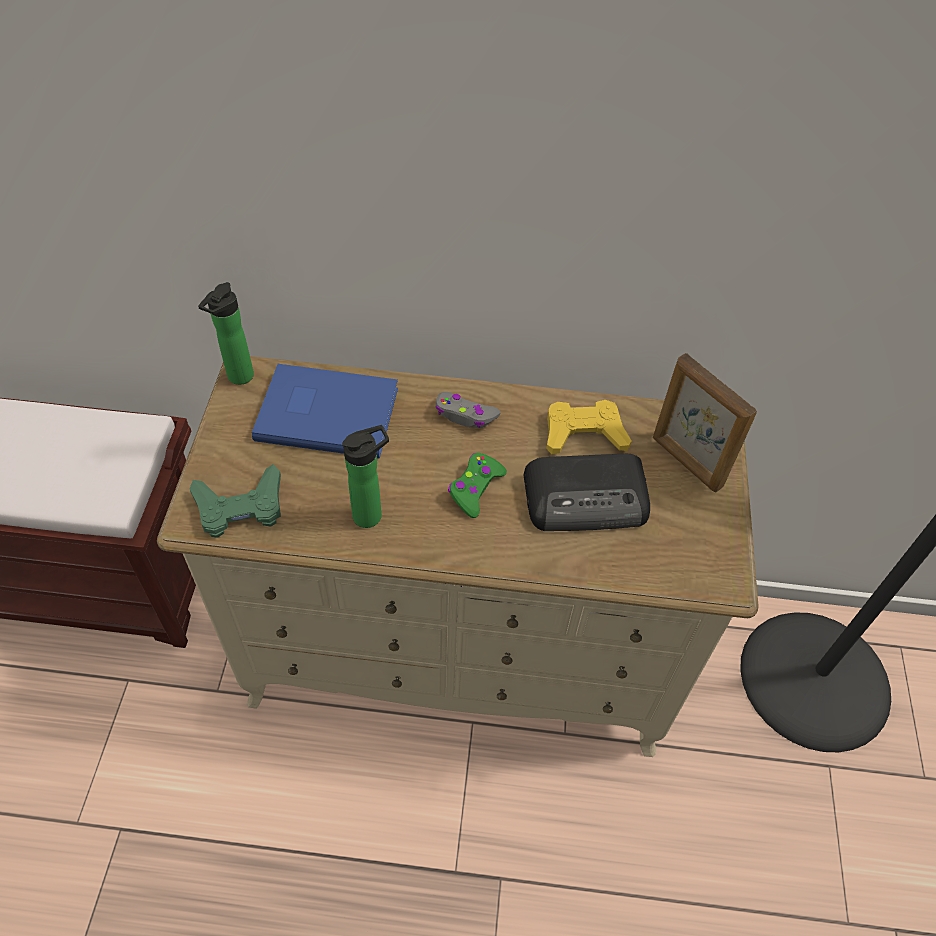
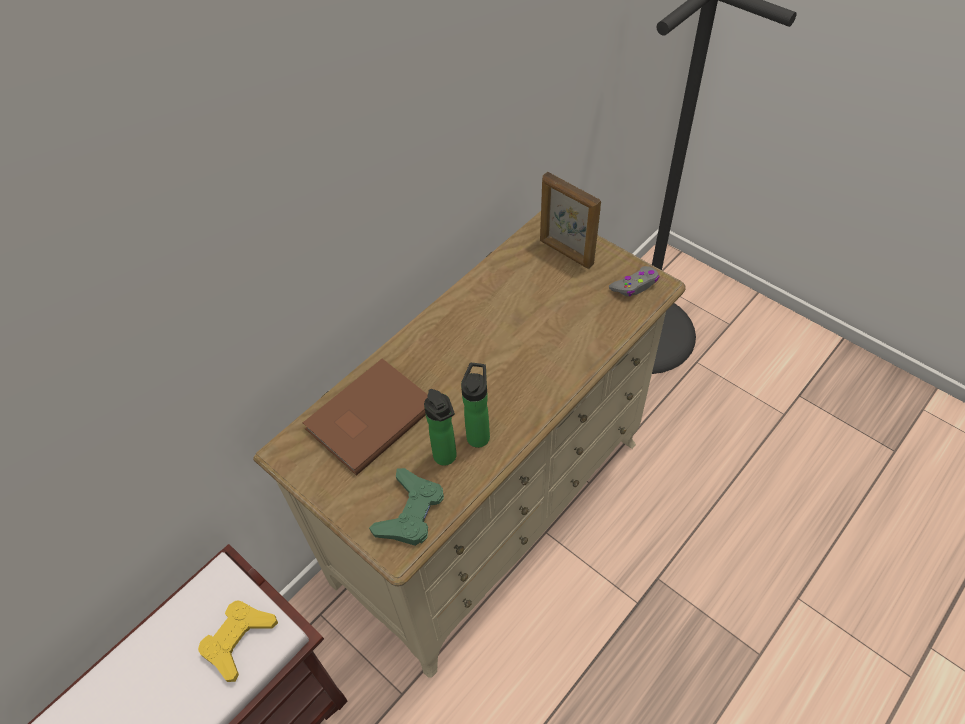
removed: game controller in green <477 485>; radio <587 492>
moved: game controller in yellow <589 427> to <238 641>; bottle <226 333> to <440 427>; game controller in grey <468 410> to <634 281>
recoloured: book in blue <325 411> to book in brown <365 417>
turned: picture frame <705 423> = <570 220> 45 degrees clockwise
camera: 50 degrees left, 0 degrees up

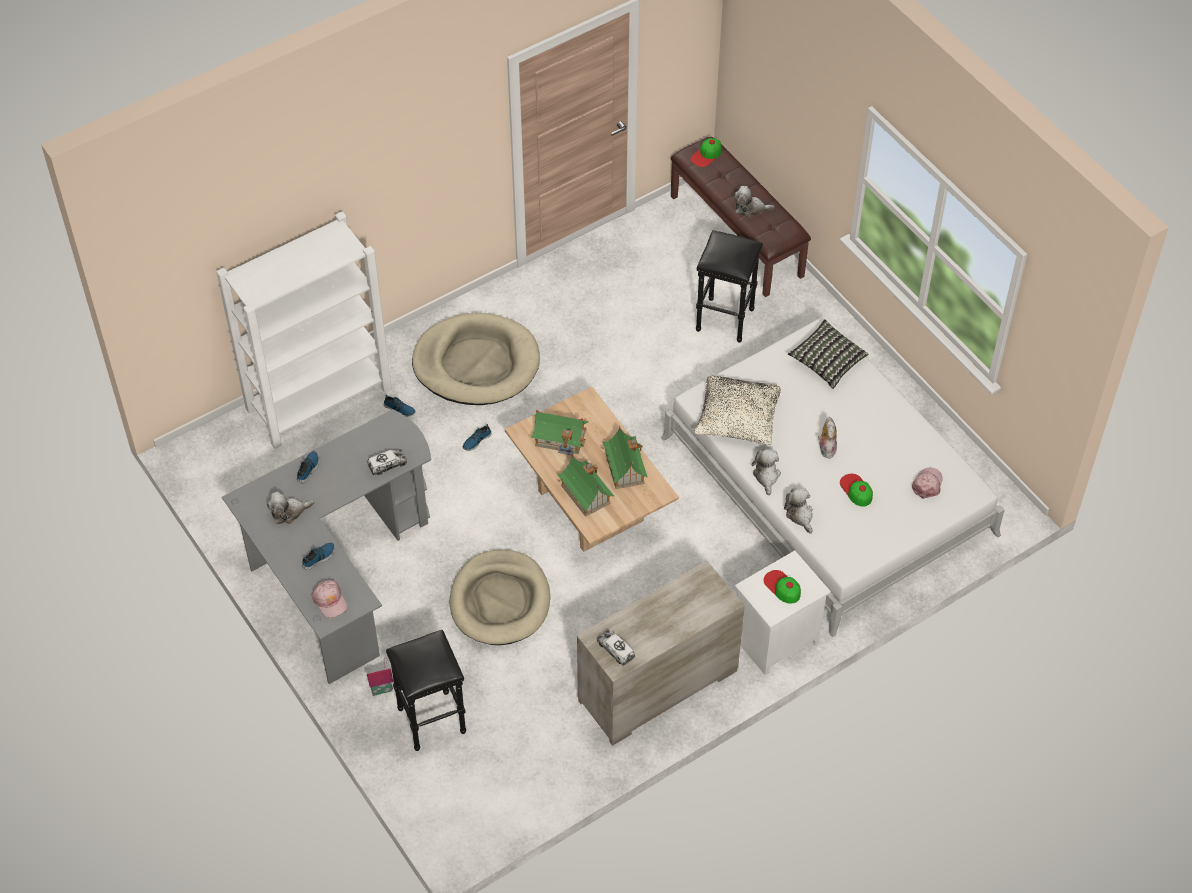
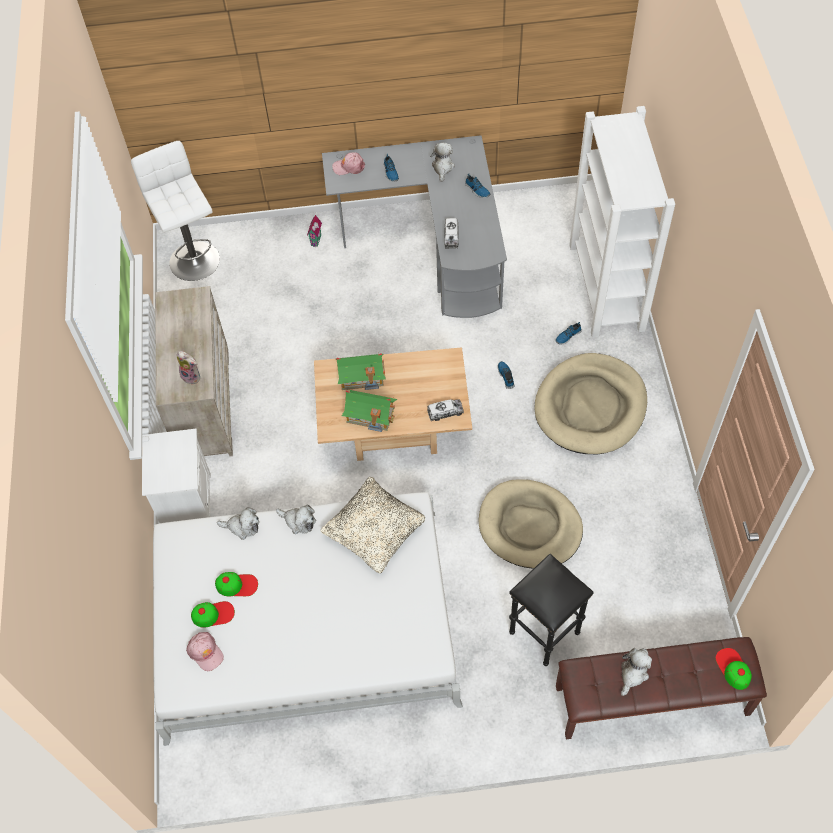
removed: stool in black <426 690>; toy house <560 432>; pillow <828 354>
added: stool in white <175 211>
moved: plush toy <827 437> to <188 368>; cap <782 587> to <213 614>; toy truck <616 648> to <445 410>; dog bed in beige <500 597> to <531 524>
camera: 120 degrees right, 5 degrees up

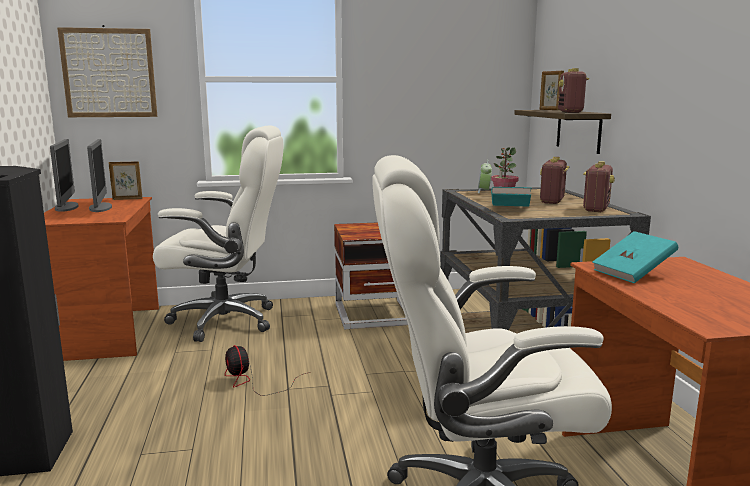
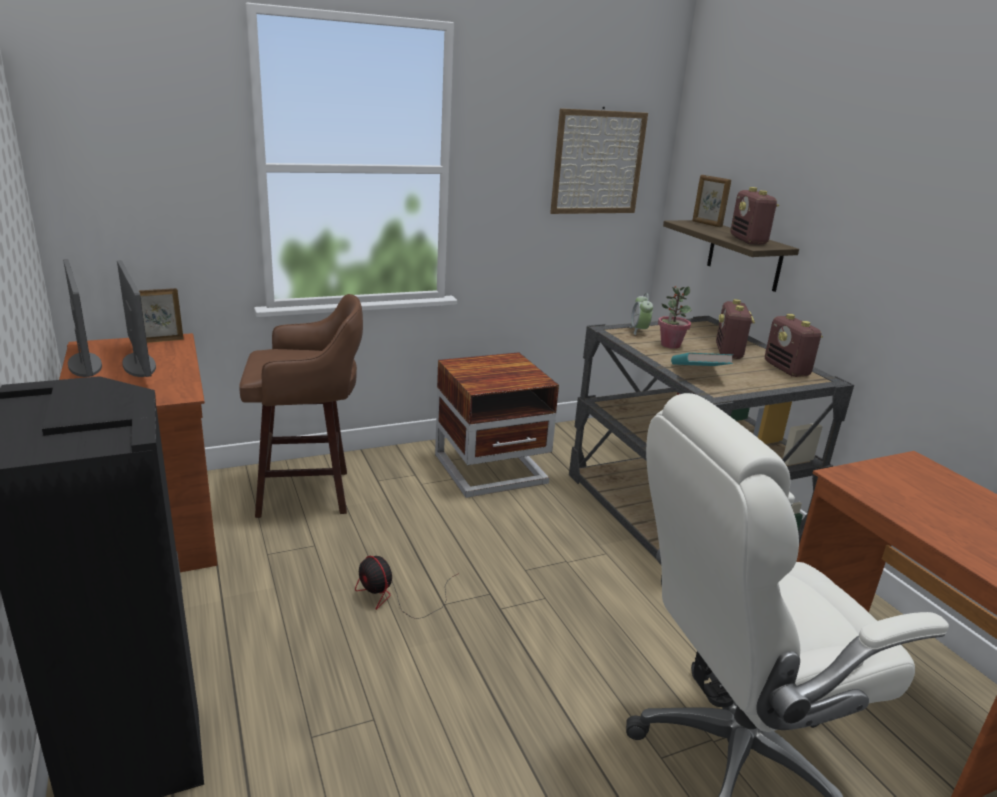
removed: book in turquoise <635 257>
moved: picture <107 71> to <599 160>
replaced: office chair in white <218 233> to stool in brown <301 406>
turned: radio <599 186> = <794 345> 150 degrees clockwise
camera: 15 degrees left, 10 degrees up

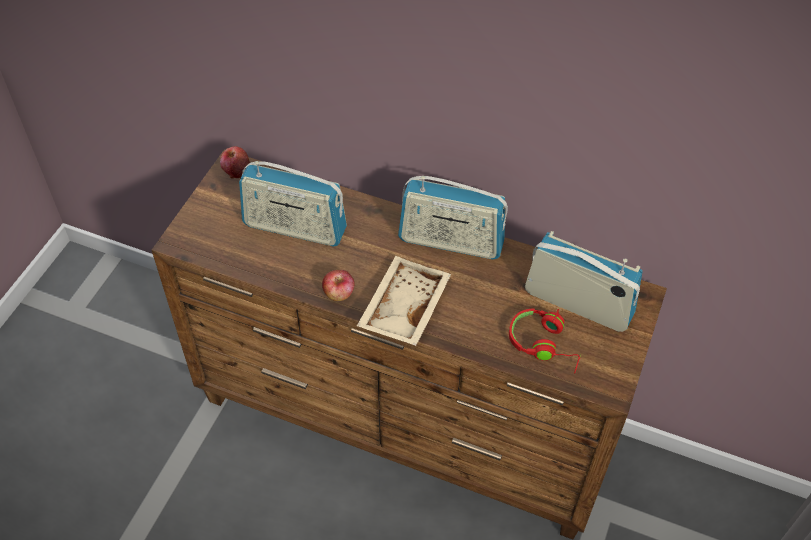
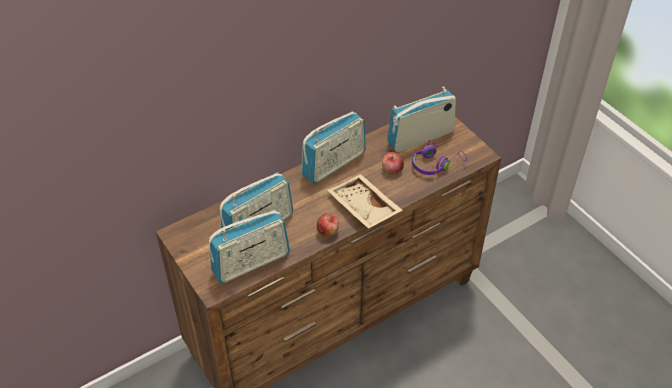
added: radio <249 247>
moved: apple <235 162> to <393 163>
recoloured: headphones in red <545 341> to headphones in purple <439 157>
camera: 55 degrees left, 5 degrees down

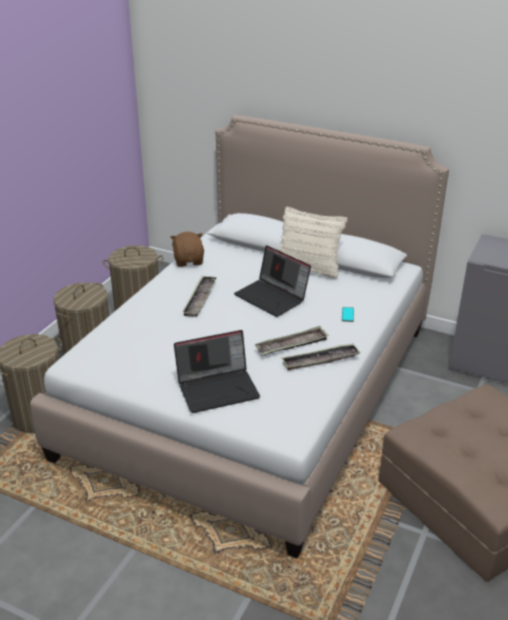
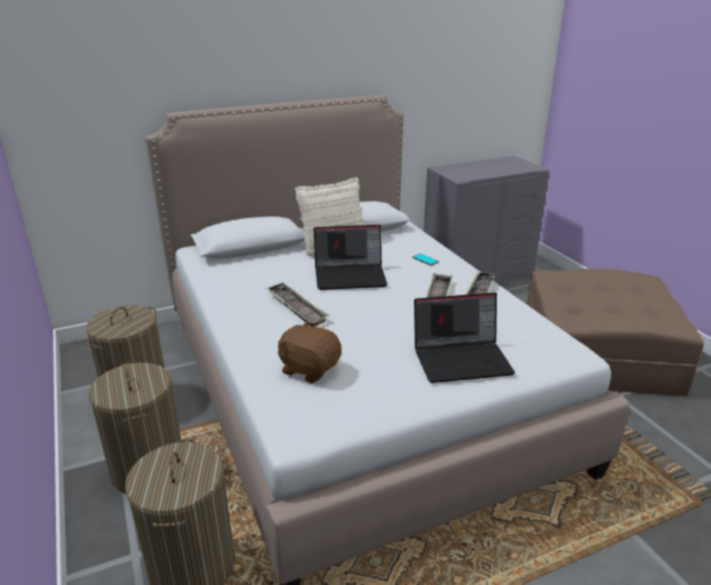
moved: plush toy in brown <187 249> to <309 352>
turned: laptop <217 371> = <464 338> 60 degrees clockwise
camera: 50 degrees left, 5 degrees down

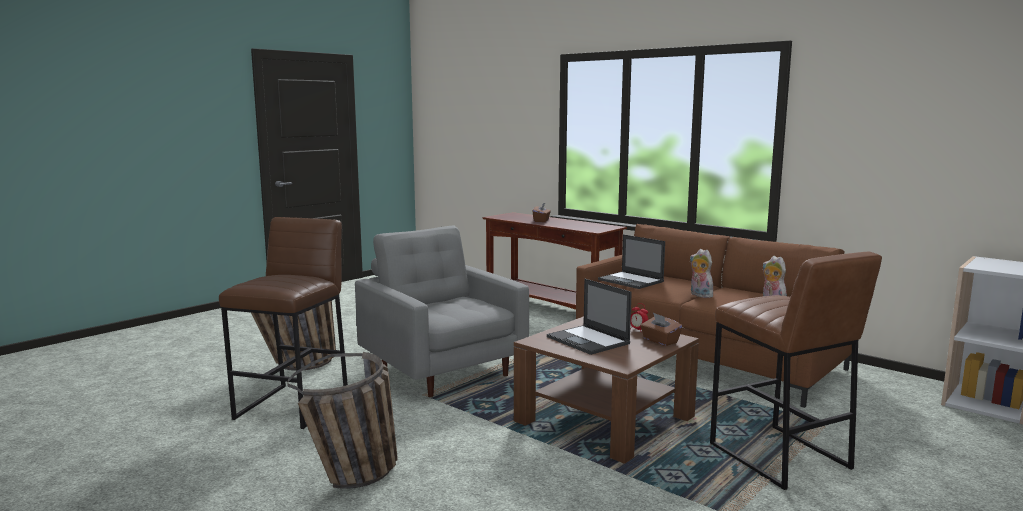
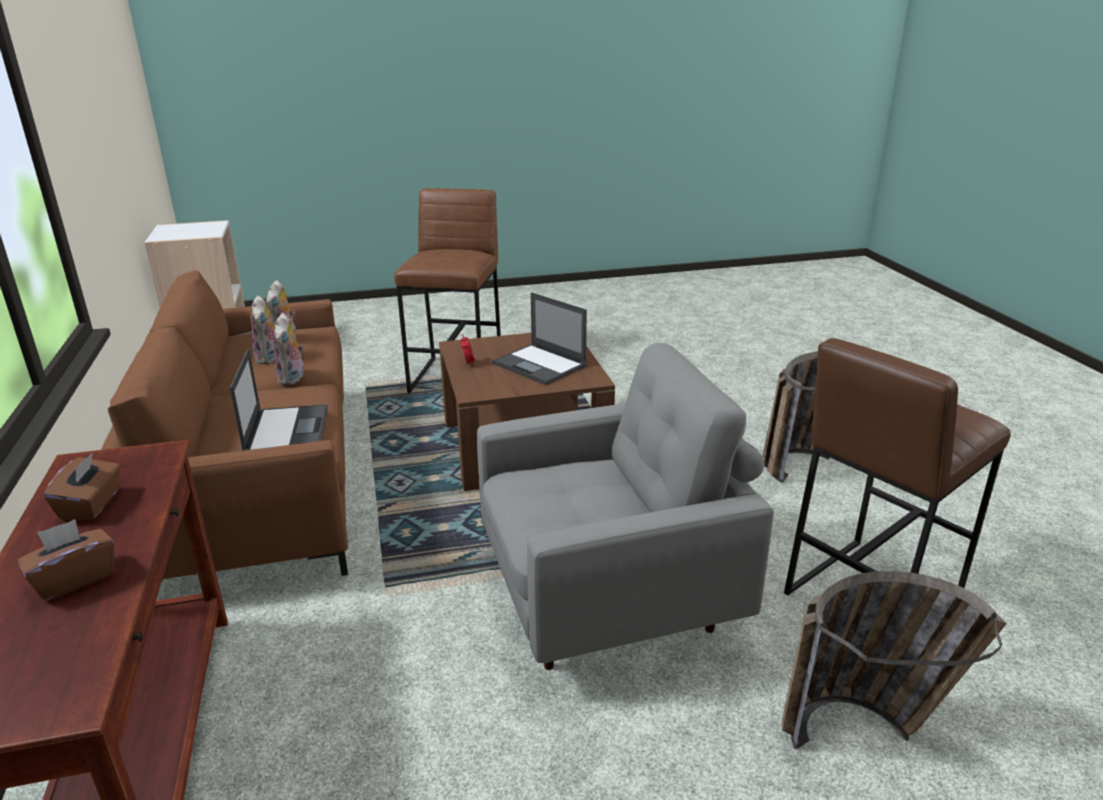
added: plush toy <263 329>
moved: tissue box in brown <661 329> to <82 486>
turned: armchair in grey <442 311> = <625 506> 105 degrees counterclockwise; laptop <589 317> = <539 338> 135 degrees clockwise
camera: 145 degrees left, 15 degrees up

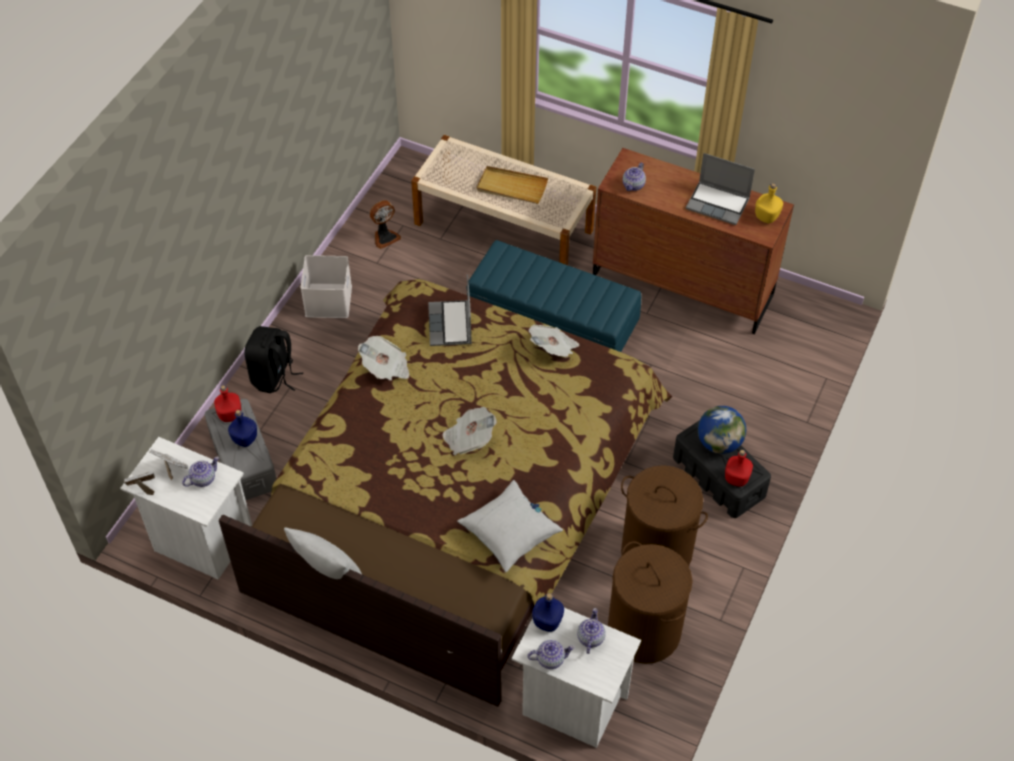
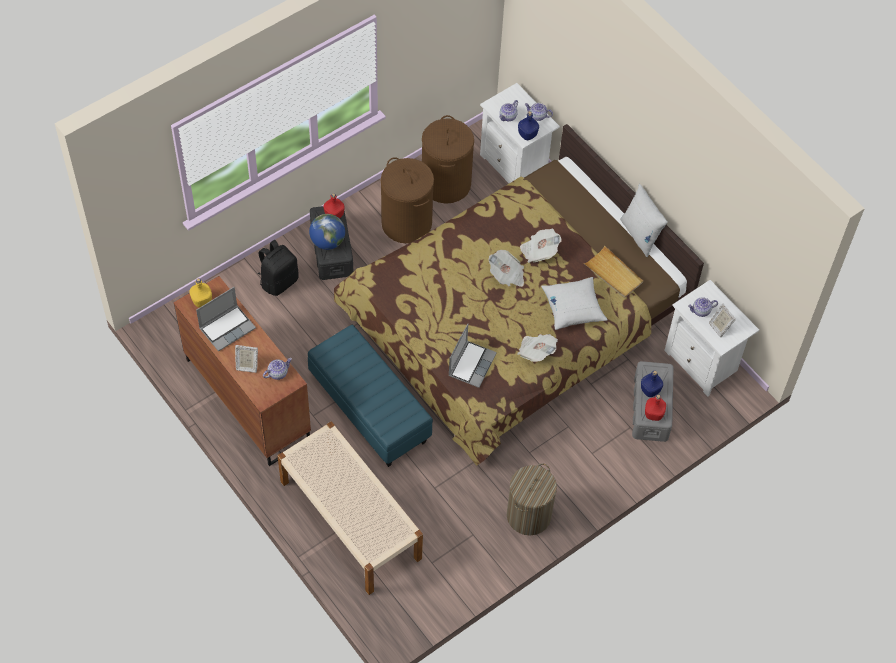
removed: fan <385 224>
moved: picture frame <139 483> to <246 359>; backpack in black <273 359> to <278 268>; newspaper <554 341> to <541 246>; pillow in grey <510 526> to <574 303>; tray in beige <512 185> to <613 272>
replaced: storage box in white <326 286> to laundry basket <532 499>
turned: laptop <720 189> = <226 319> 90 degrees clockwise
camera: 155 degrees left, 5 degrees up

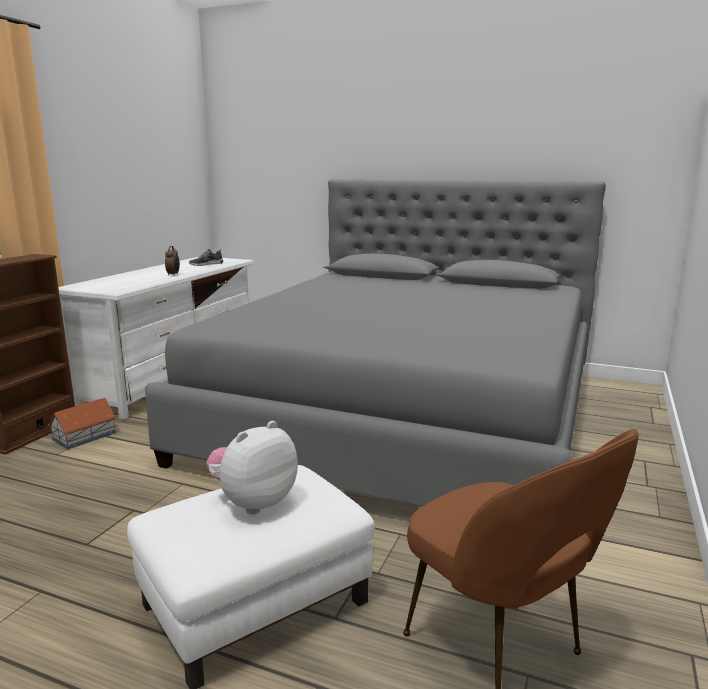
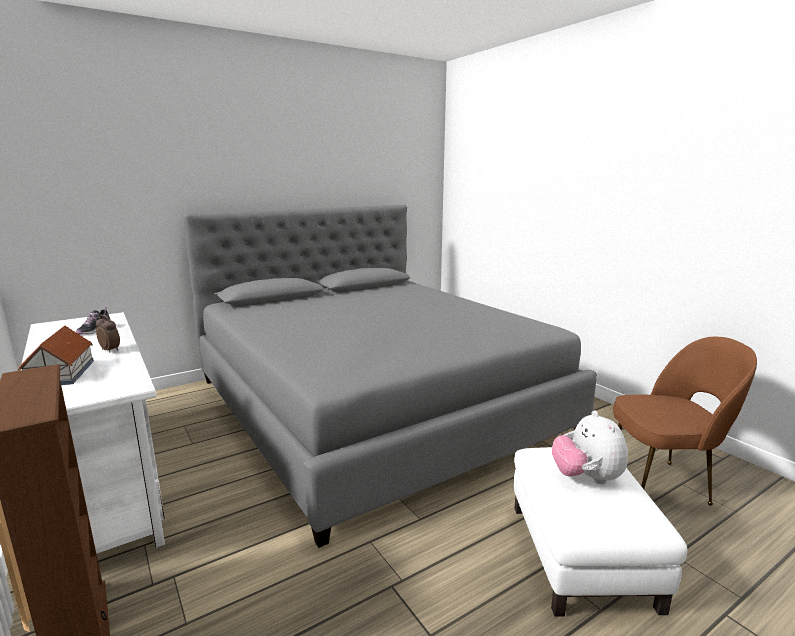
moved: toy house <82 424> to <56 355>
camera: 55 degrees left, 0 degrees up

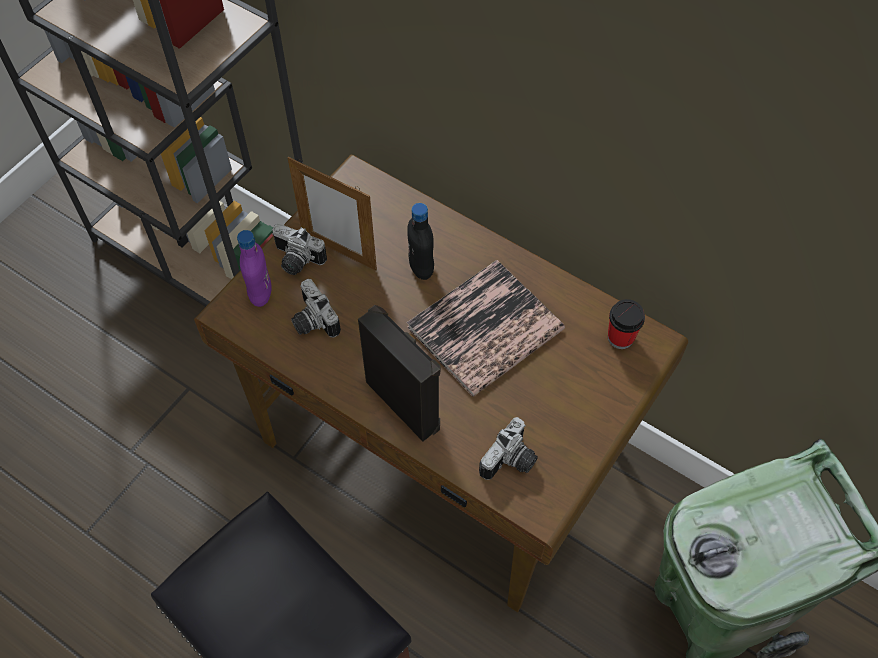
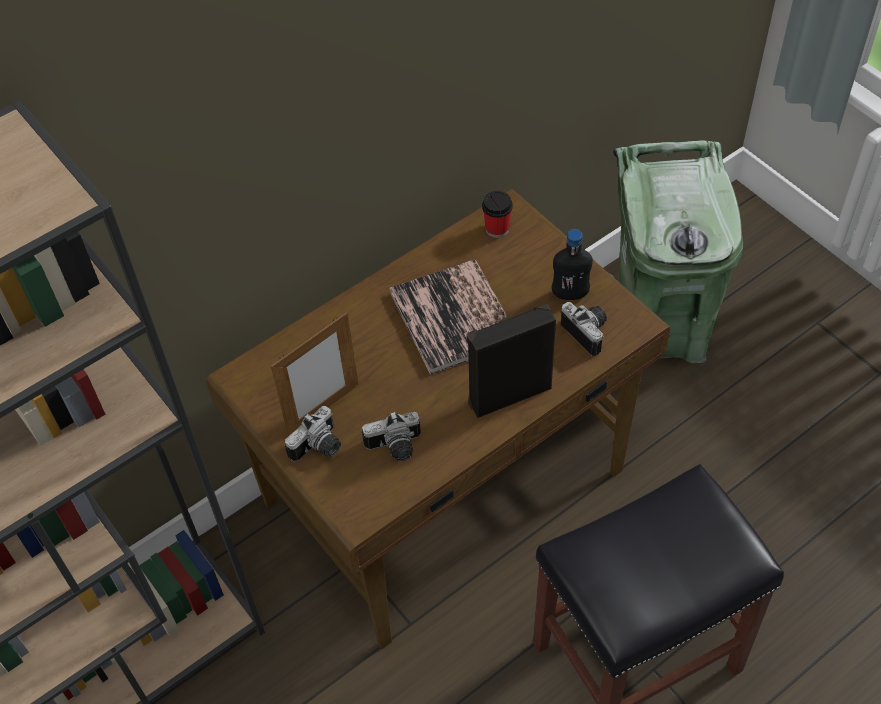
removed: bottle in purple <254 268>
moved: bottle in black <420 241> to <572 264>
camera: 70 degrees left, 5 degrees down

